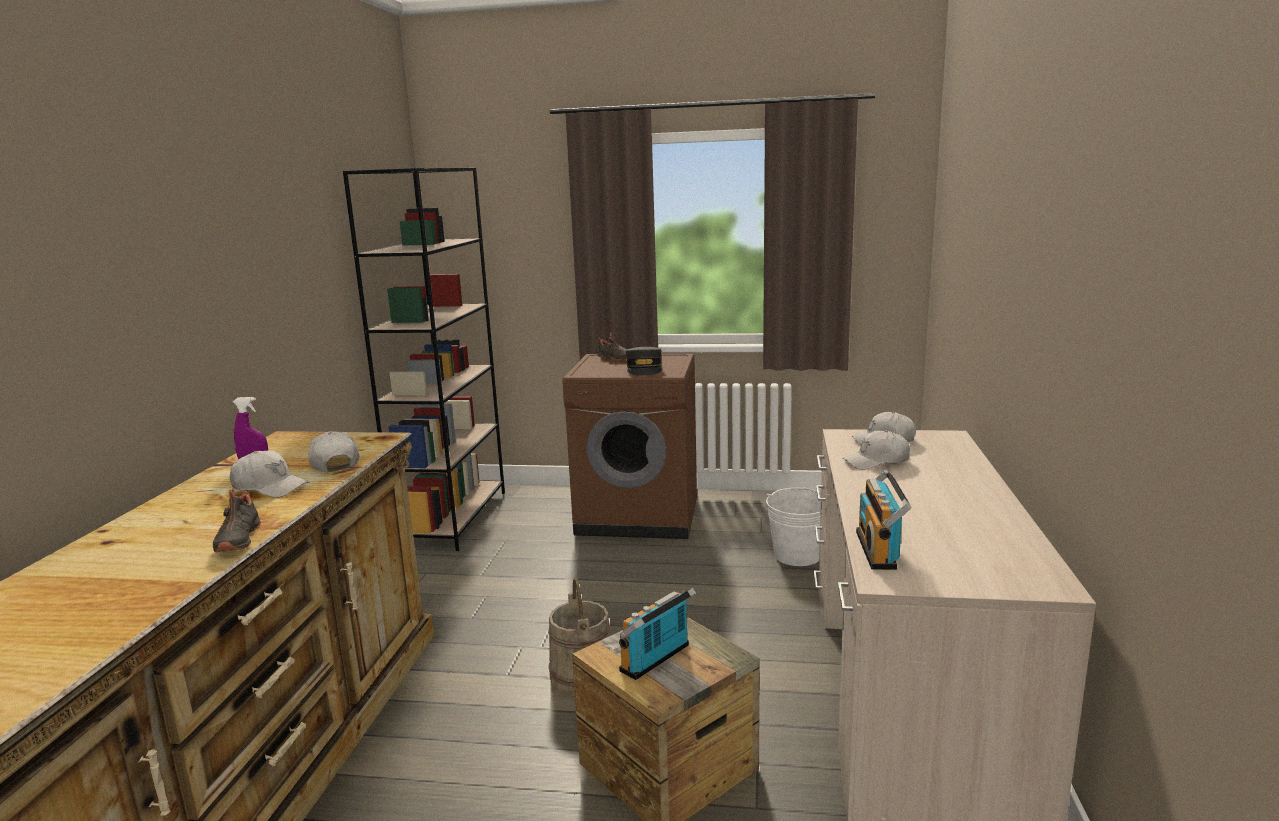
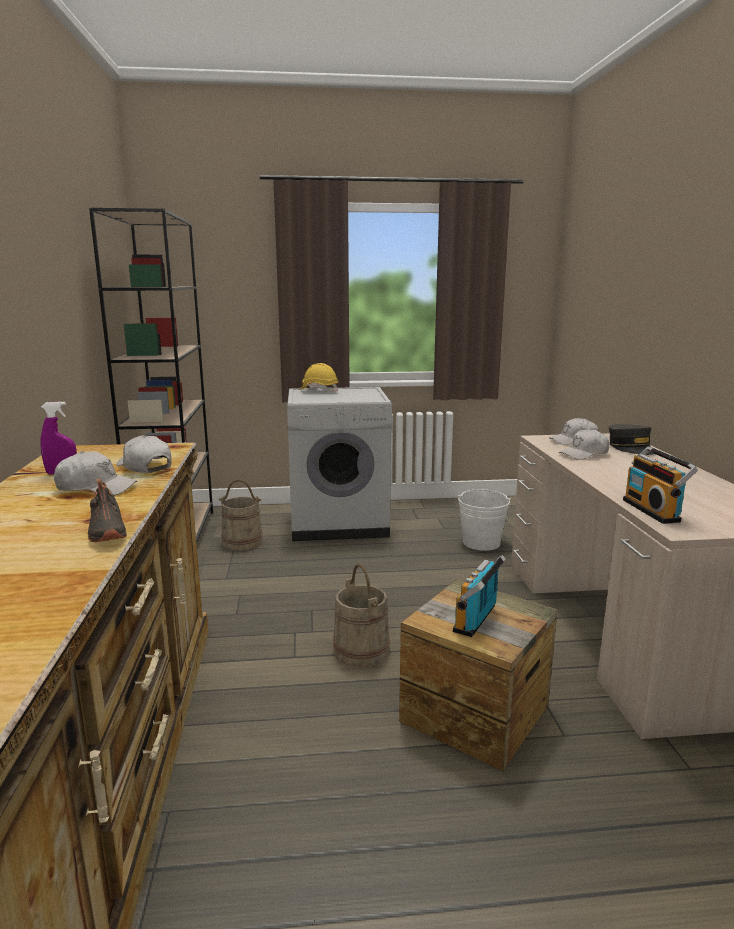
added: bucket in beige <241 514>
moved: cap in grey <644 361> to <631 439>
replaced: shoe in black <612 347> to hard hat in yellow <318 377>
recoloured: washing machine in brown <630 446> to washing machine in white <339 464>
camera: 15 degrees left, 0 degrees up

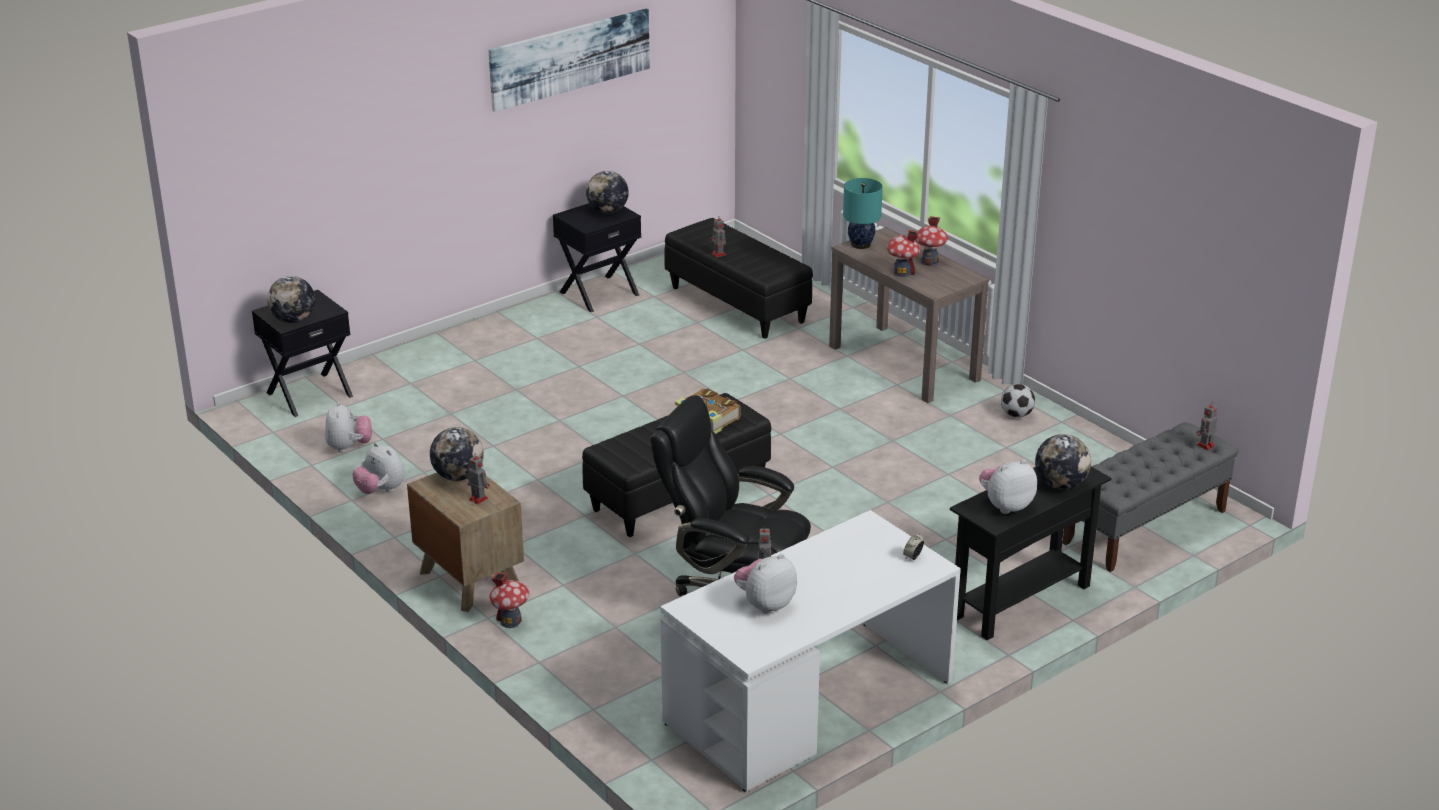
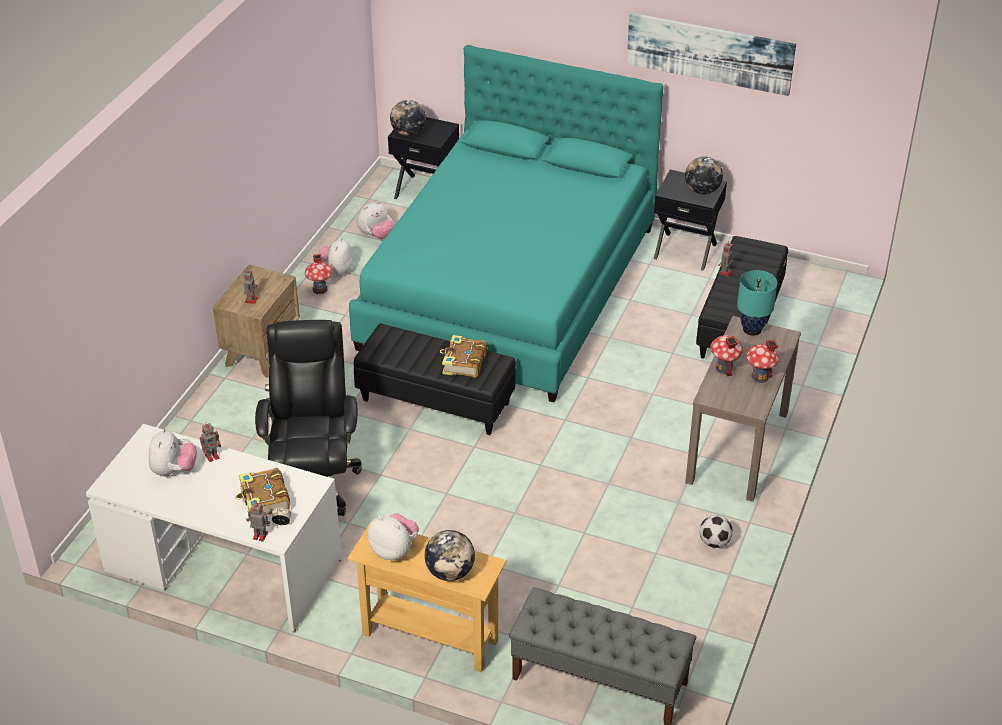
removed: globe <457 454>
added: book <262 491>; bed in turquoise <506 223>
moved: toy robot <1207 426> to <258 522>; toy house <509 600> to <318 274>
recoloured: console table in black <1030 553> to console table in beige <427 597>
turned: plush toy <765 584> = <173 453> 75 degrees clockwise
camera: 60 degrees right, 10 degrees up

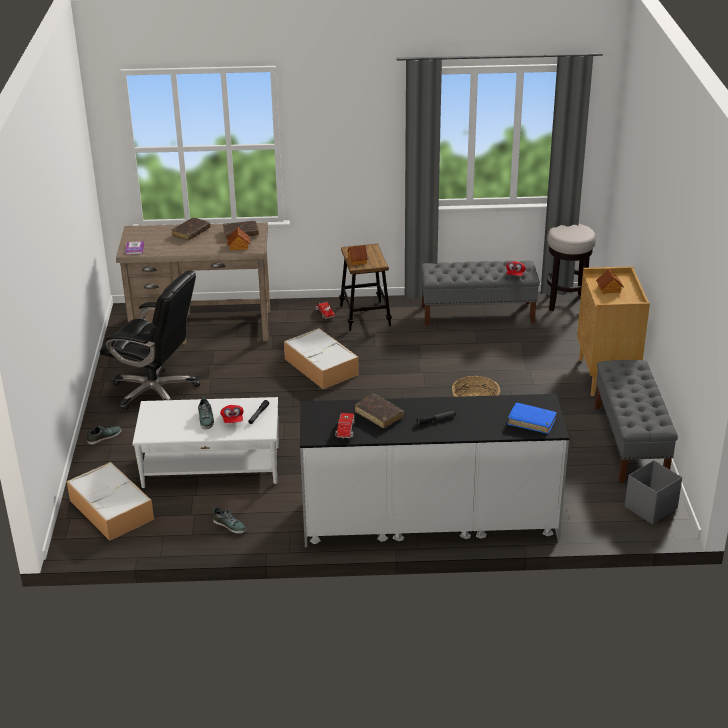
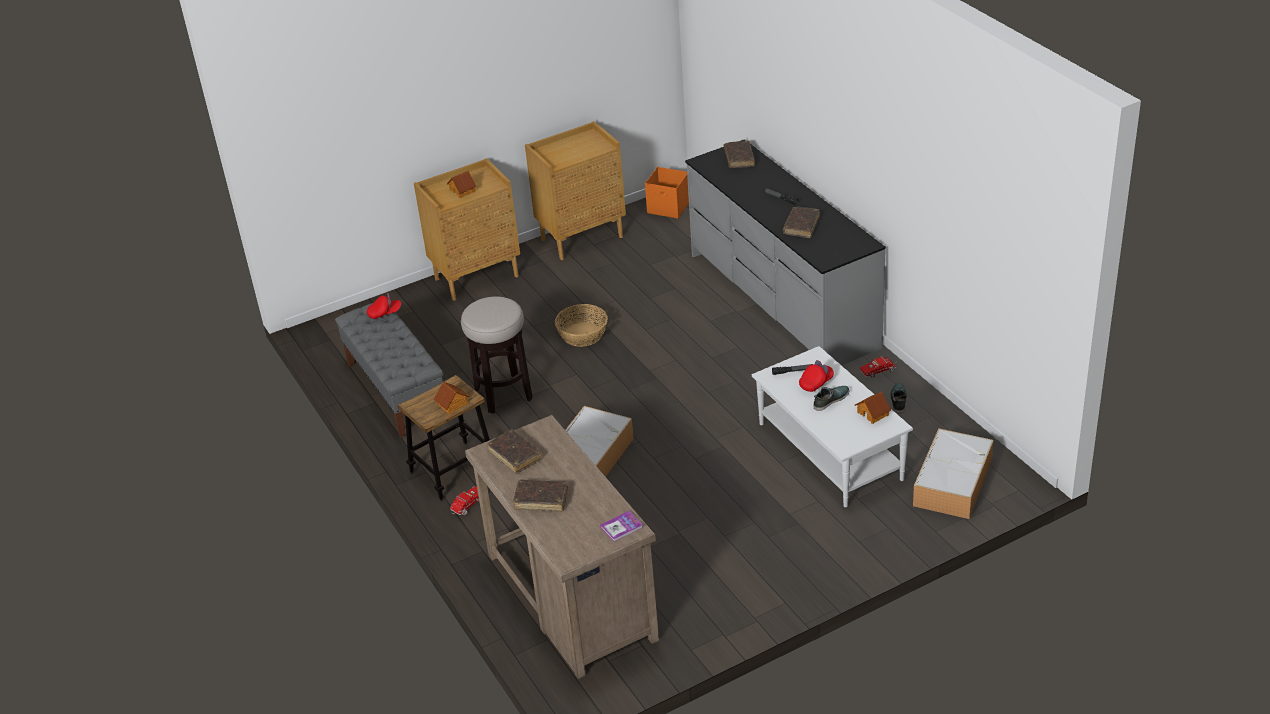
removed: shoe <104 435>; office chair in black <150 340>
moved: stool <571 267> to <497 354>; toy house <238 239> to <873 408>; toy truck <345 426> to <878 367>
replaced: bench in grey <636 421> to cabinet in brown <575 190>
recoloured: storage box in grey <653 492> to storage box in orange <667 193>; book in blue <532 418> to book in brown <739 154>
camera: 115 degrees left, 5 degrees up

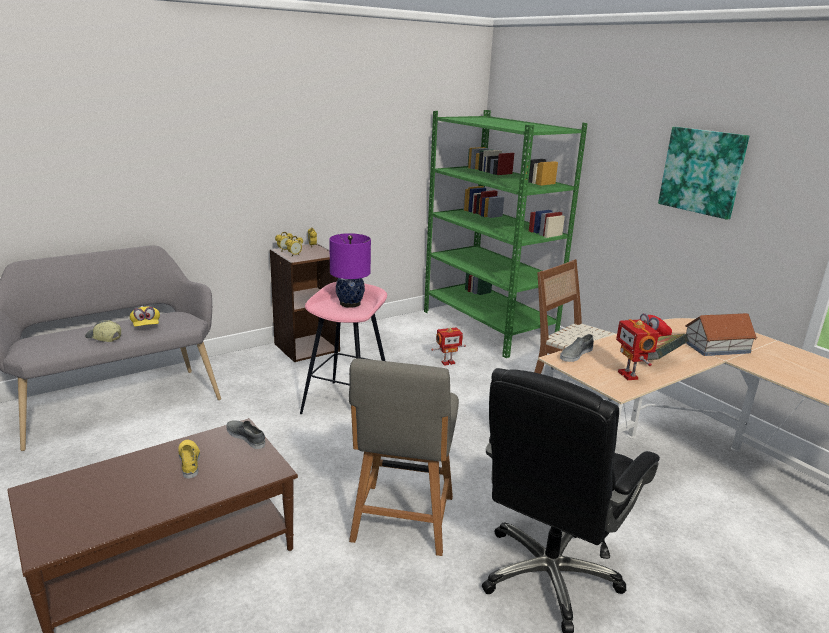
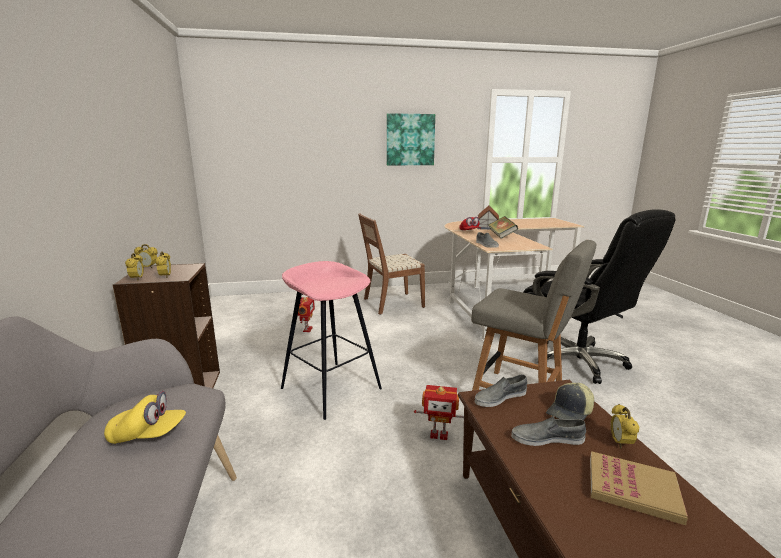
removed: table lamp in purple <350 270>; bookcase in green <506 234>
added: book <639 488>; alarm clock <625 426>
moved: toy robot <637 349> to <439 412>; cap <103 331> to <570 401>
recoloured: shoe in yellow <189 459> to shoe in grey <548 431>
camera: 65 degrees left, 5 degrees down

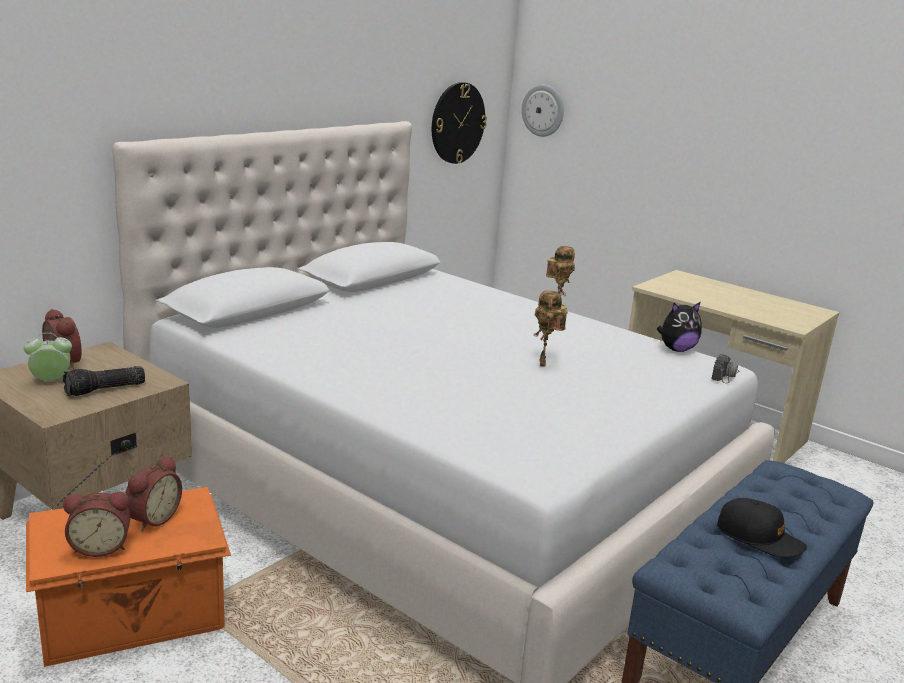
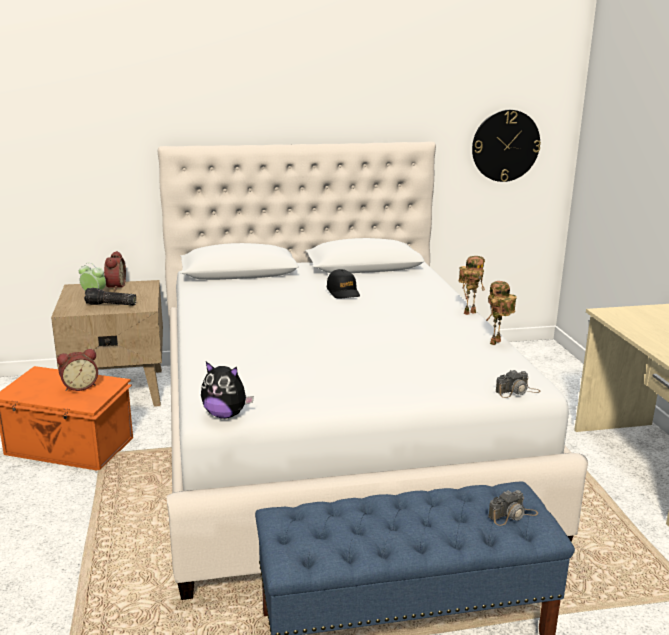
removed: alarm clock <97 524>; wall clock <543 111>
added: photo camera <513 508>
moved: plush toy <679 327> to <227 390>; cap in black <762 527> to <343 284>; toy robot <551 328> to <501 313>
camera: 40 degrees right, 0 degrees up

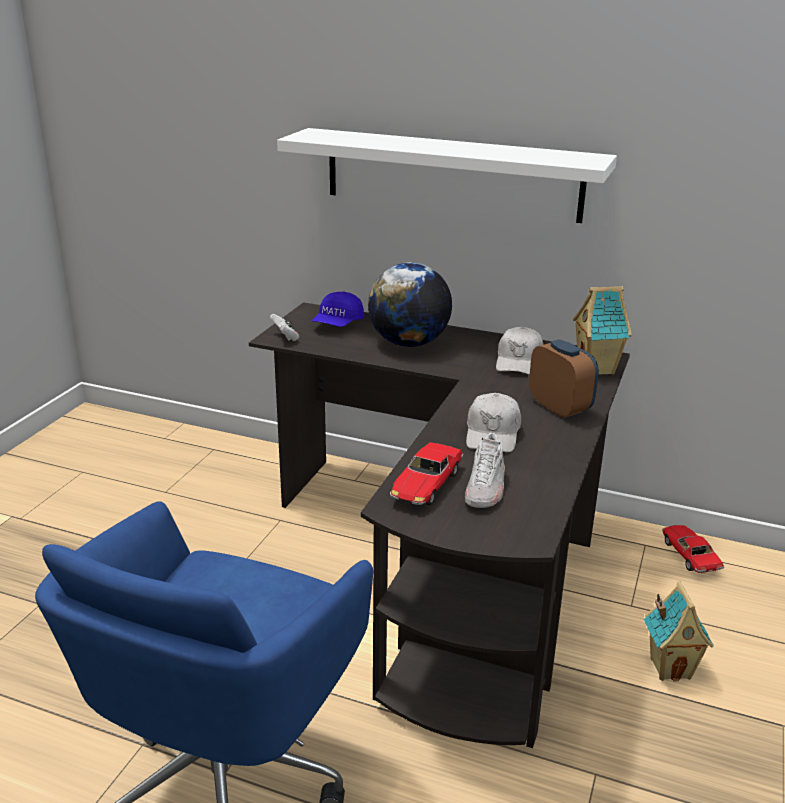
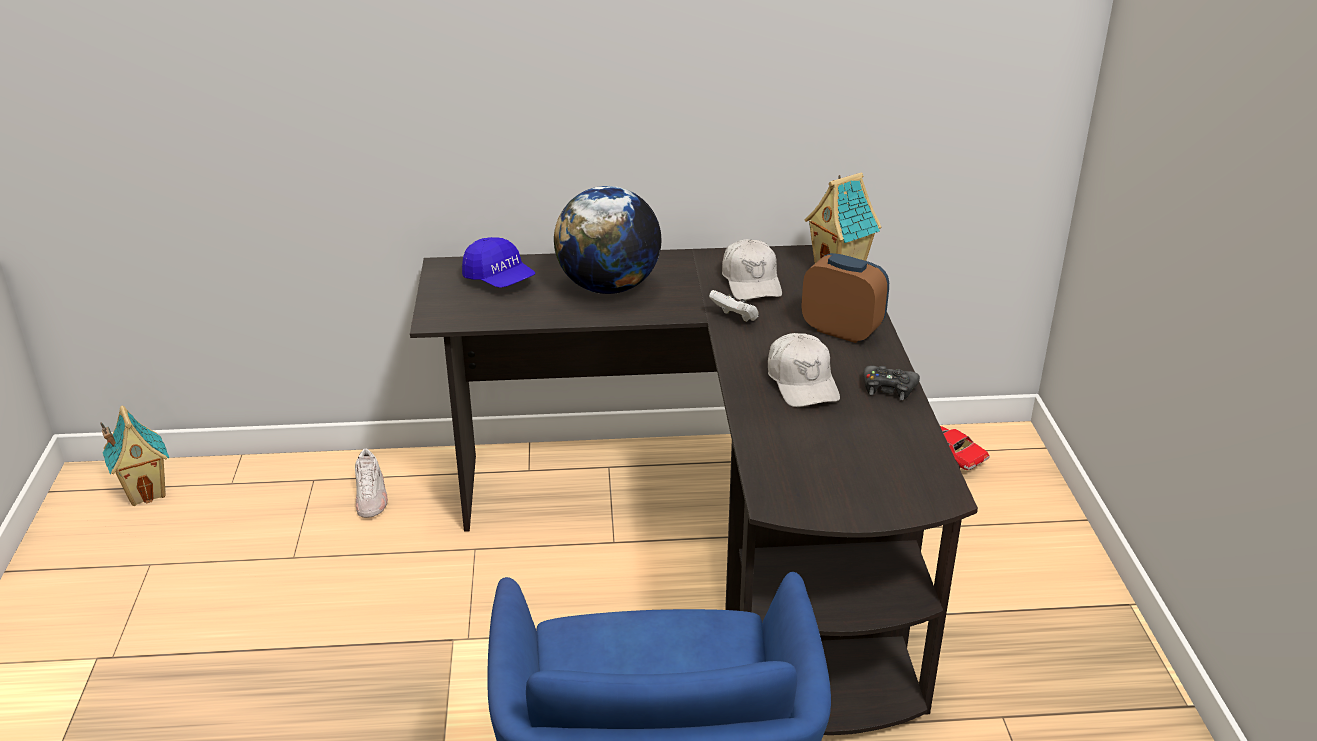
removed: shelf in white <447 175>; toy car <426 474>
added: game controller in black <891 383>
moved: toy house <679 631> to <134 455>; shoe in white <485 470> to <371 483>; game controller in white <284 327> to <734 306>
turned: cap in blue <338 309> = <498 262> 45 degrees counterclockwise
camera: 25 degrees left, 5 degrees up

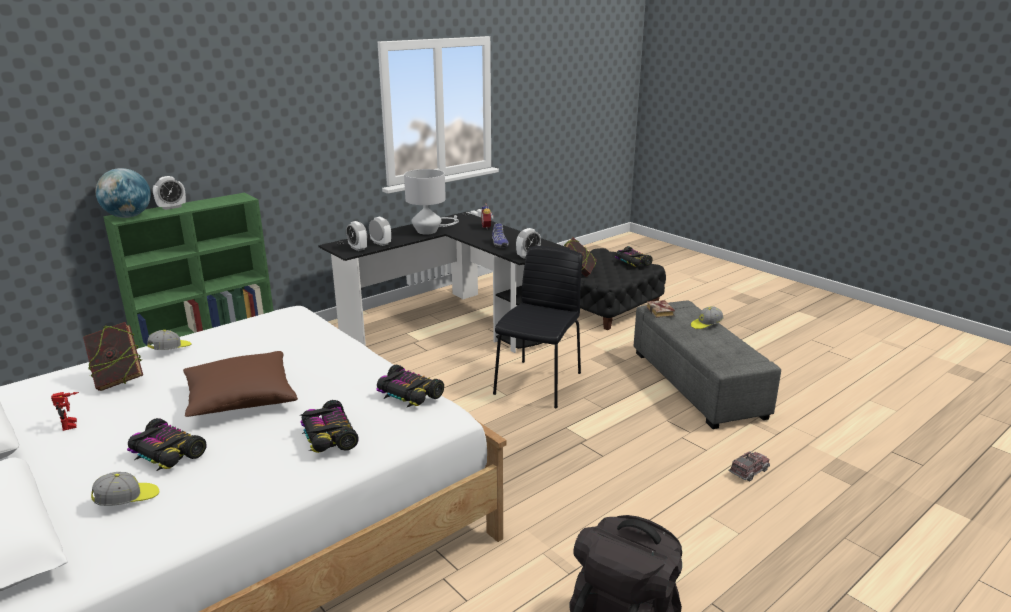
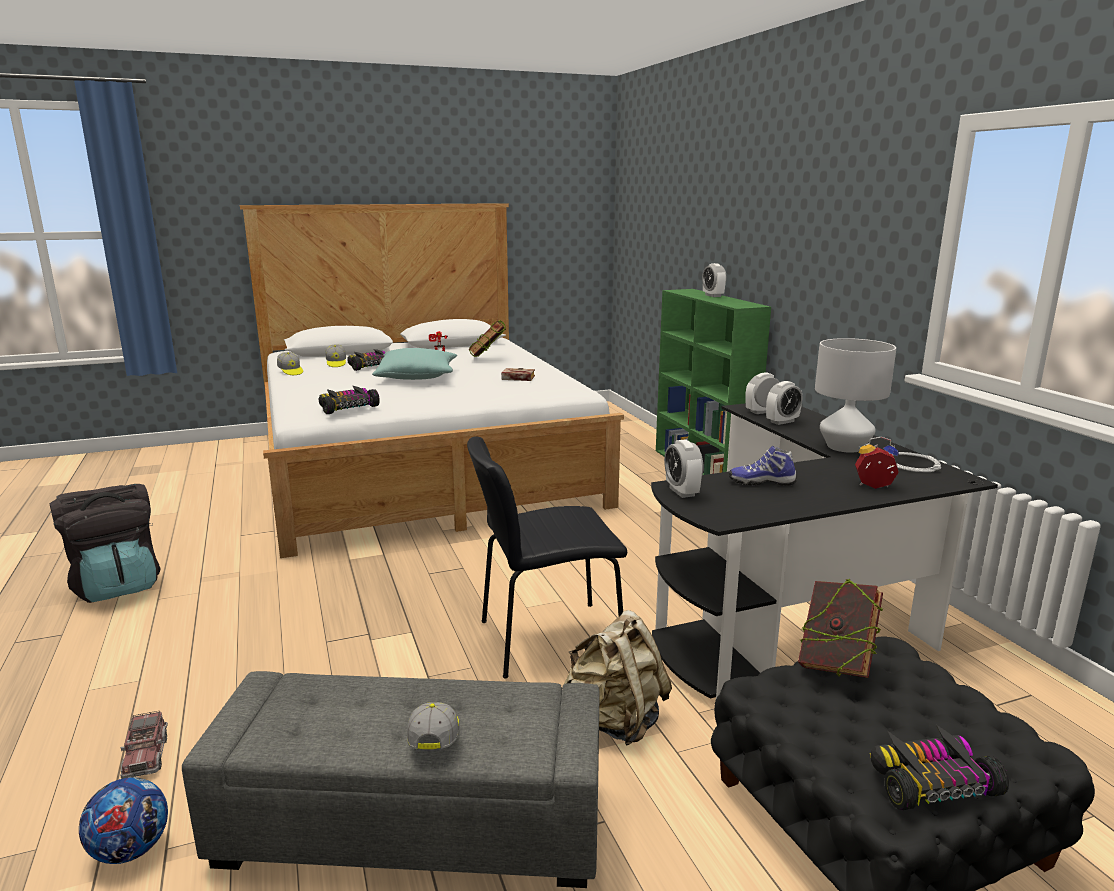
removed: globe <123 193>; toy car <329 426>
added: football <123 820>; backpack in beige <617 677>
moved: cap <169 340> to <290 363>; book <661 309> to <518 374>
recoloured: pillow in brown <240 384> to pillow in turquoise <414 364>
turned: chair in black <538 327> = <547 557> 120 degrees clockwise
camera: 110 degrees right, 5 degrees down

